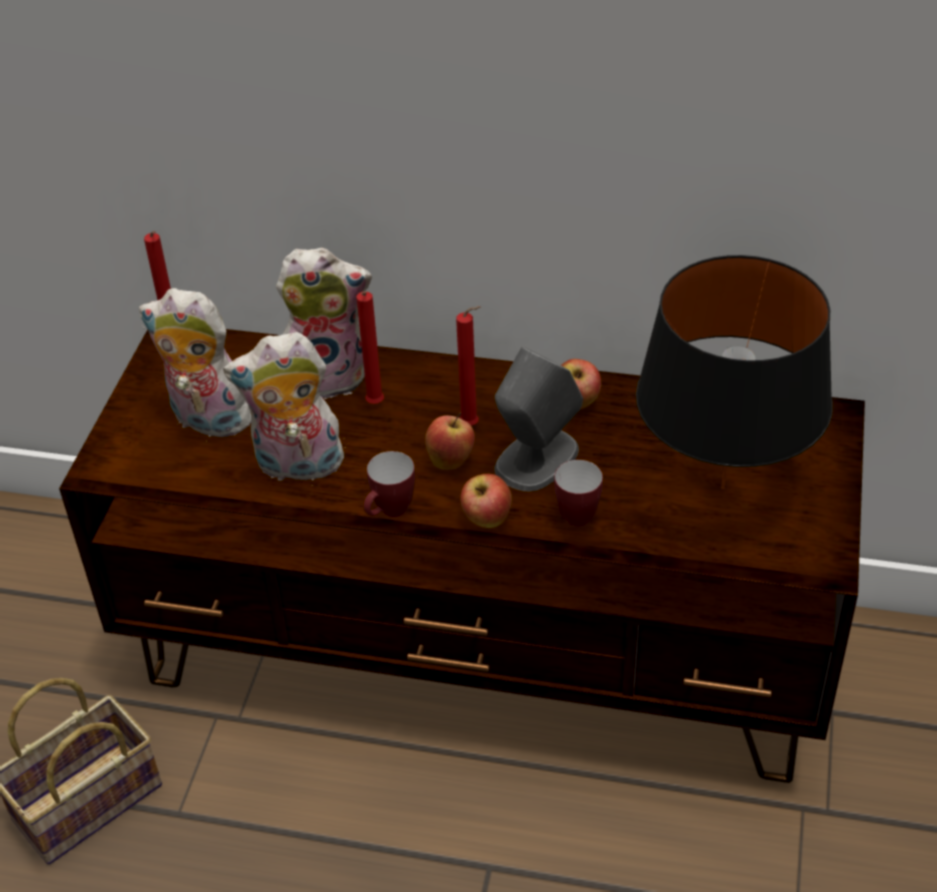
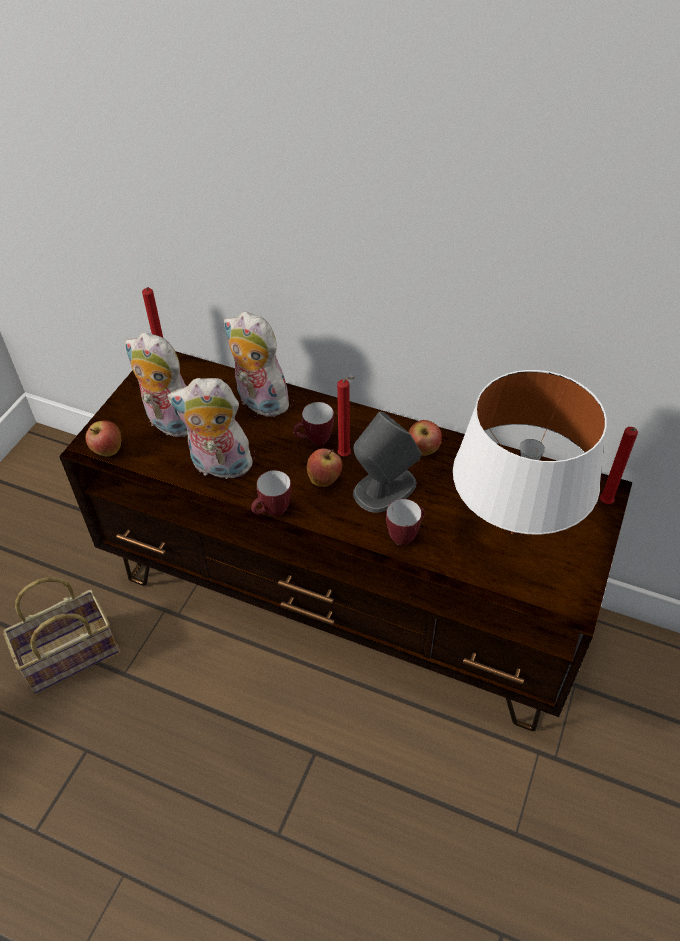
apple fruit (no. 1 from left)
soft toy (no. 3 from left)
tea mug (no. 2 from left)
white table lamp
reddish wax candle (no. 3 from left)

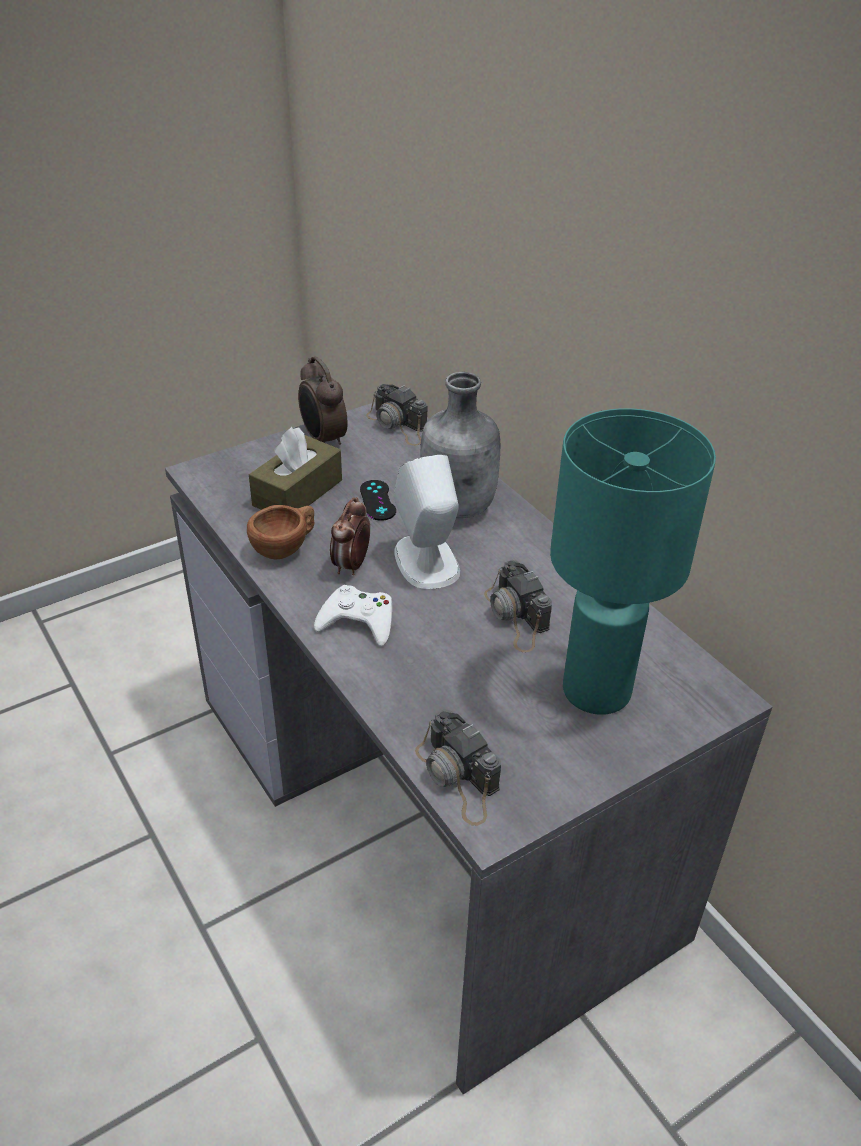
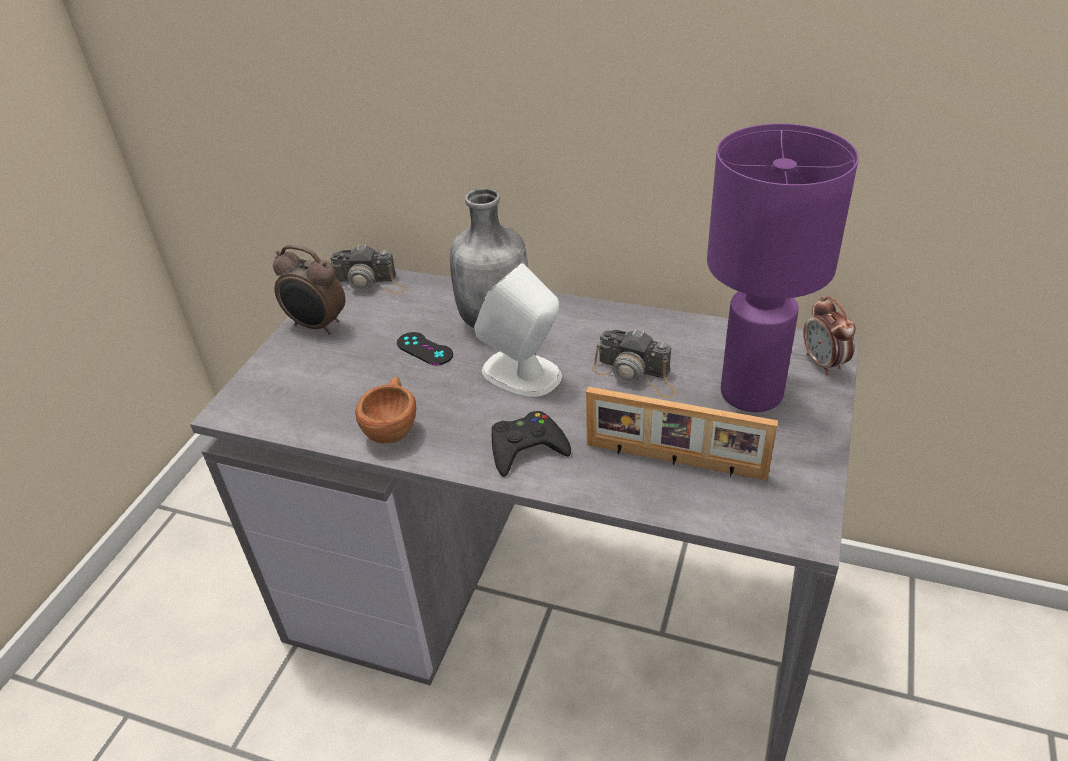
black-coloured gamepad (no. 2 from left)
picture frame
purplish table lamp
table clock (no. 2 from left)
brownish tissue box
photo camera (no. 2 from left in the first image)

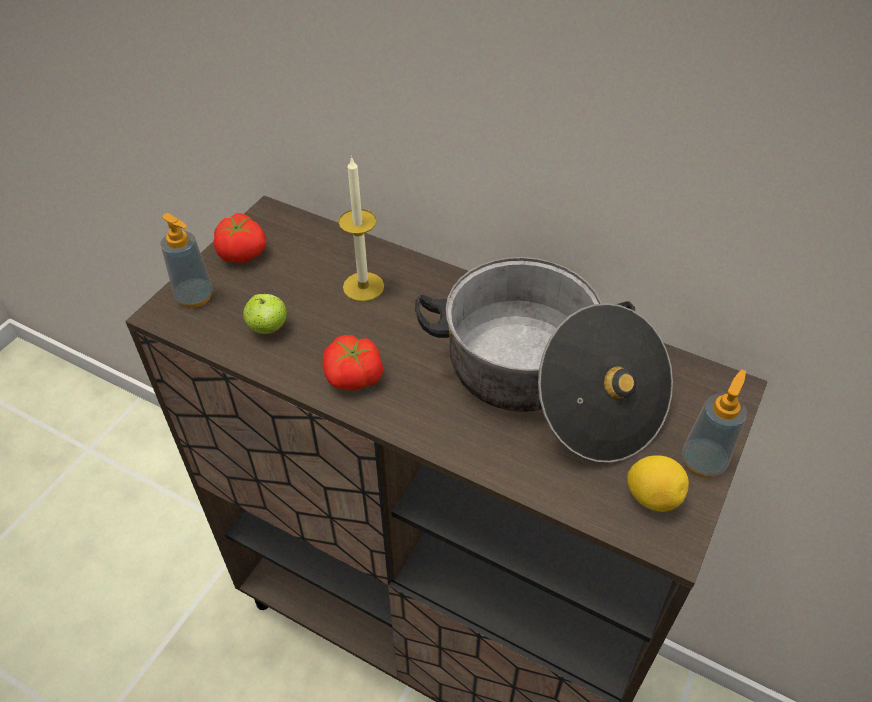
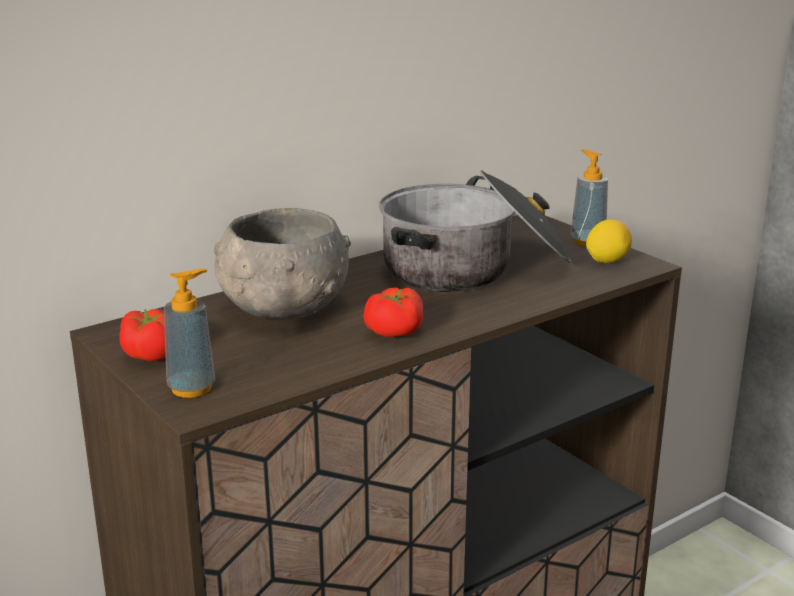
grey serving bowl
apple fruit

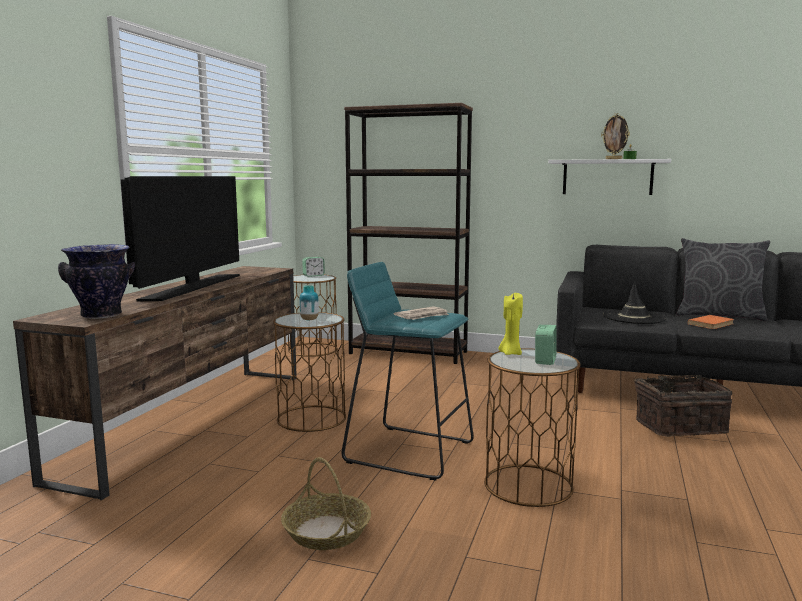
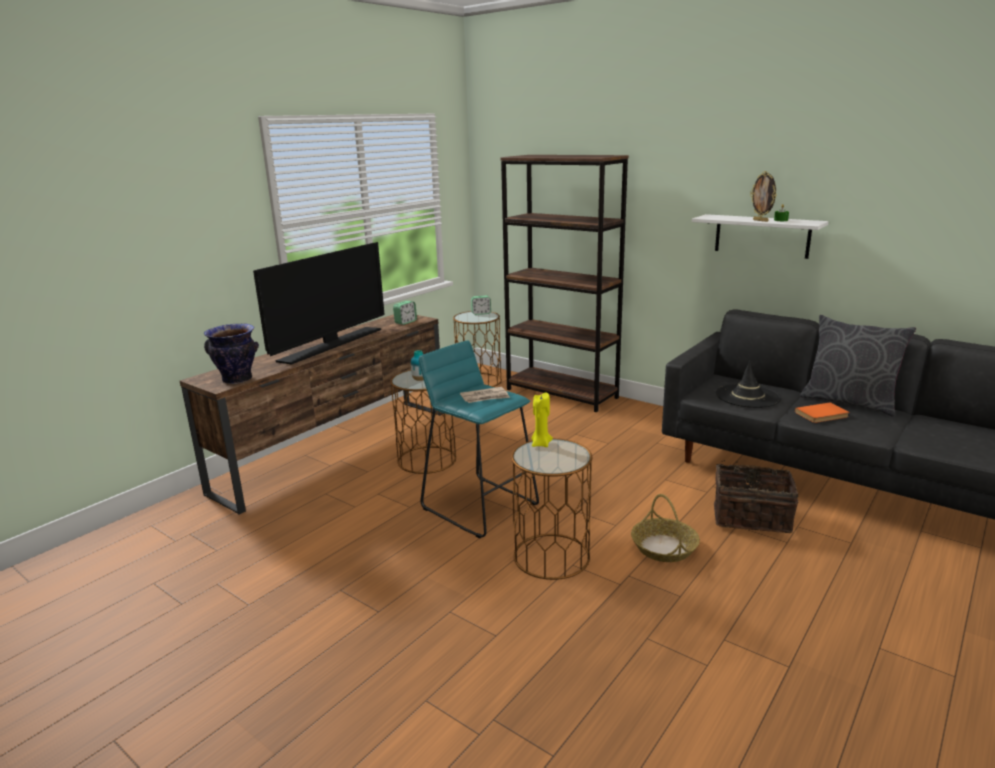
table clock (no. 1 from left)
household basket (no. 1 from left)

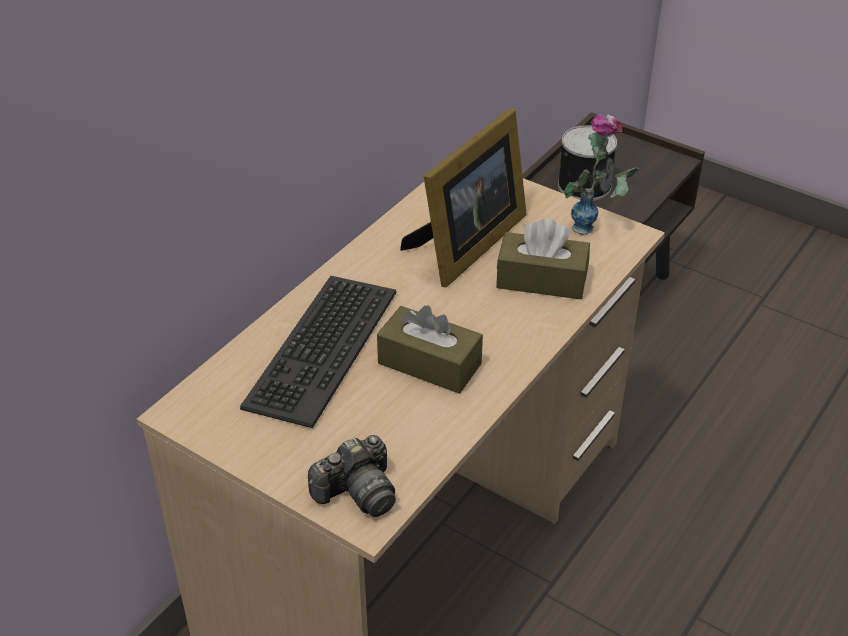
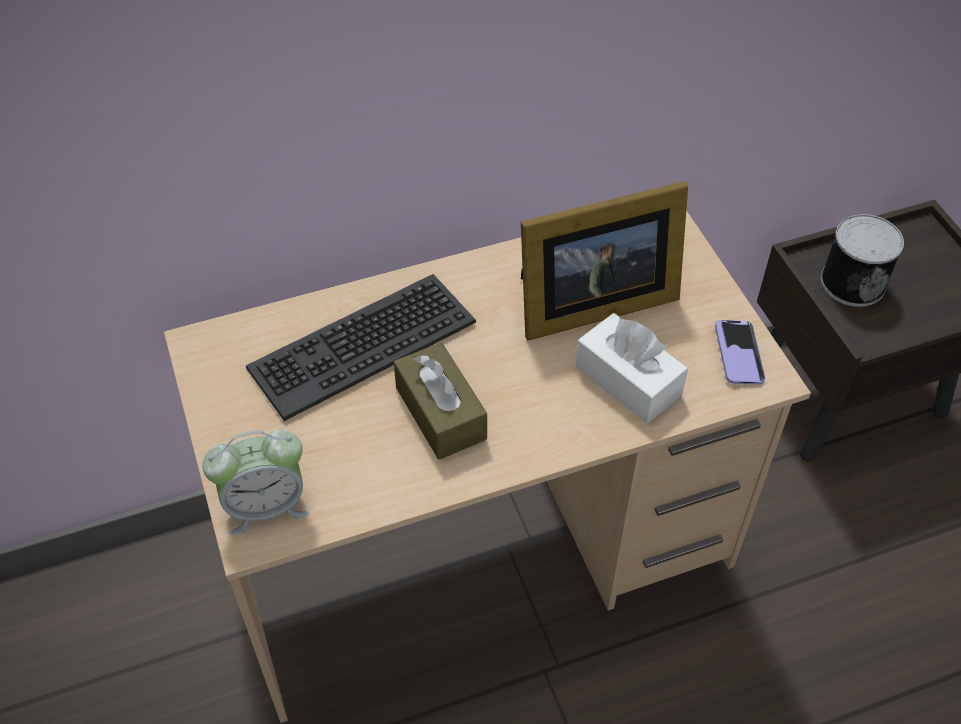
table clock
white tissue box
telephone

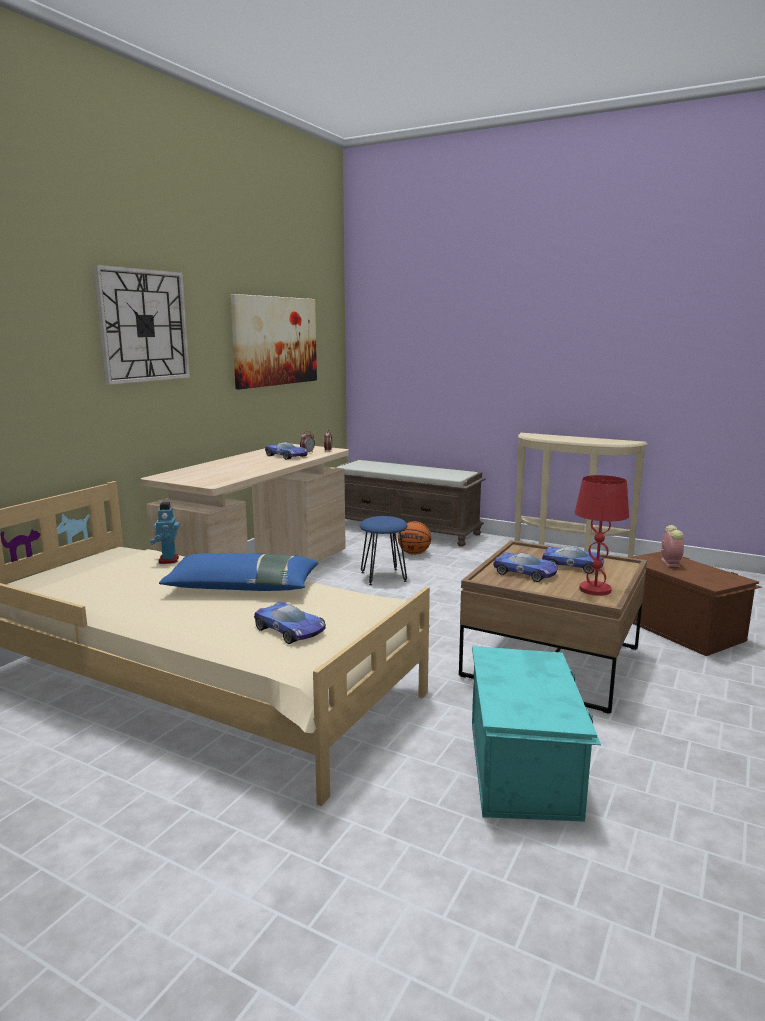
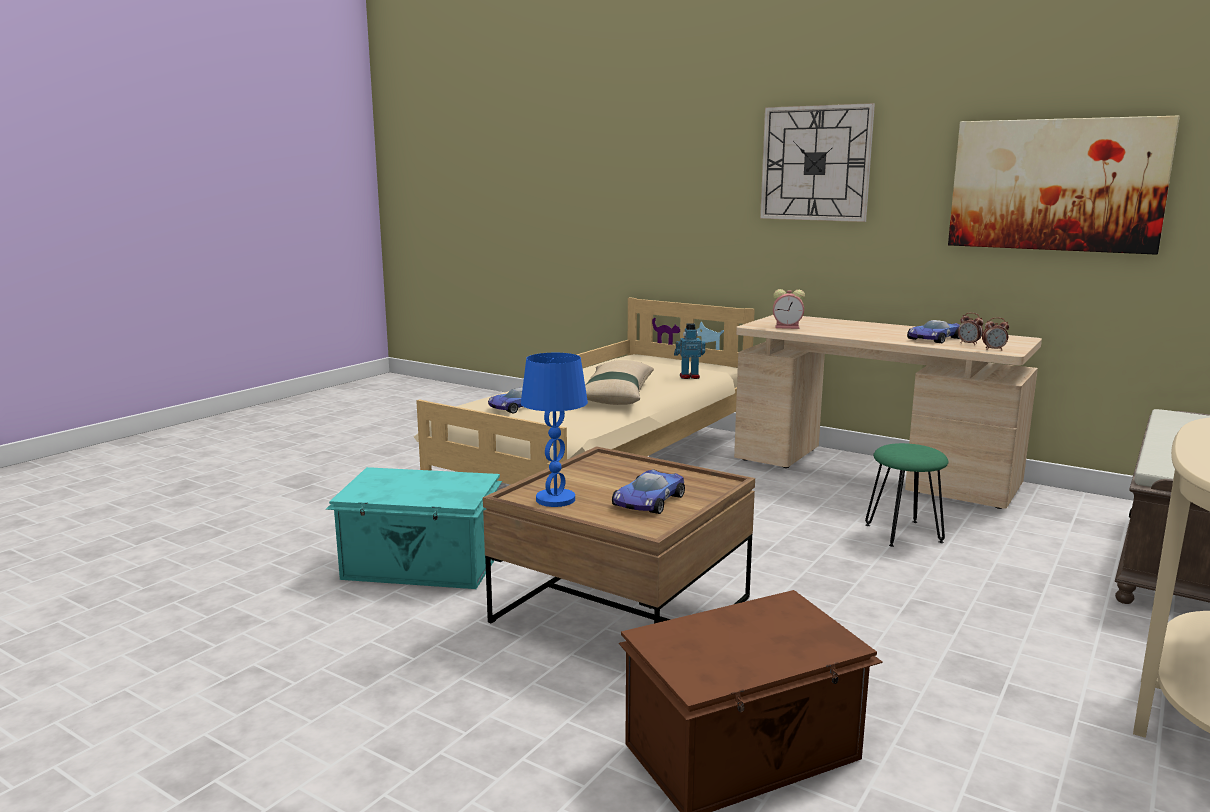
blue table lamp
beige-coloured pillow
table clock (no. 1 from left)
greenish stool seat
ball for basketball
model car (no. 3 from left in the first image)

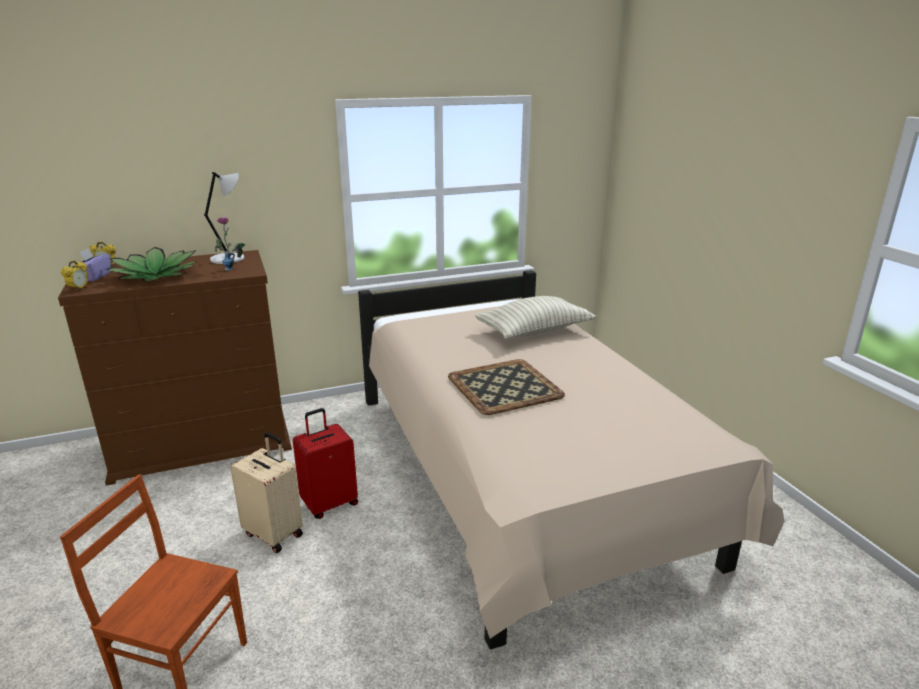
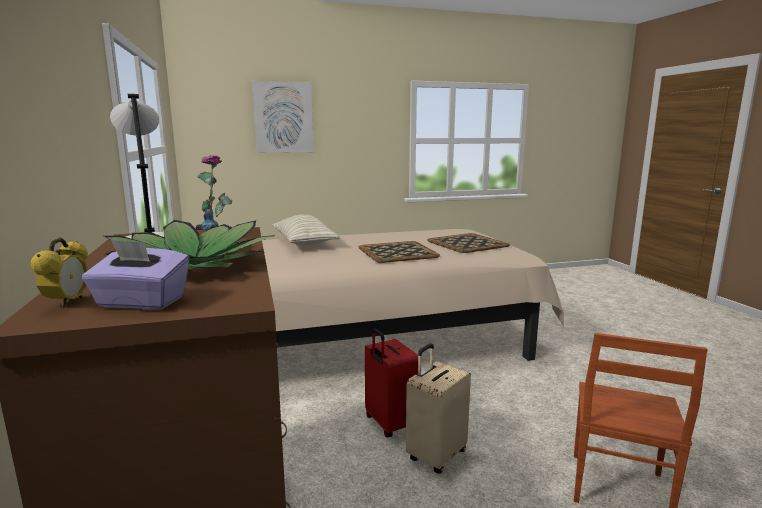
picture
carrying tray (no. 2 from left)
table clock (no. 1 from left in the first image)

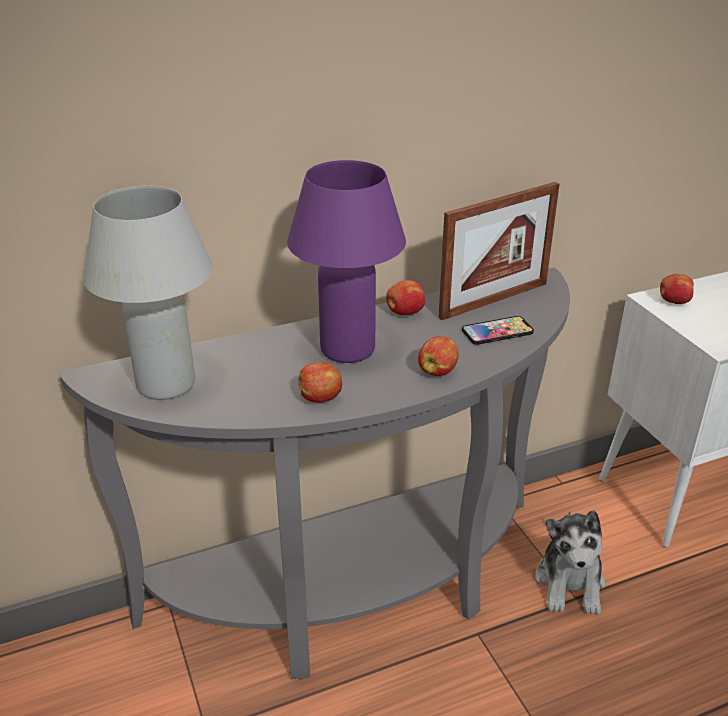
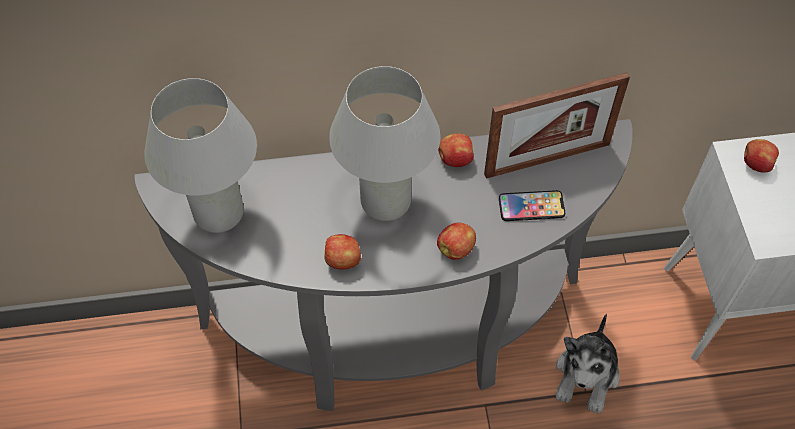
white table lamp (no. 2 from left)

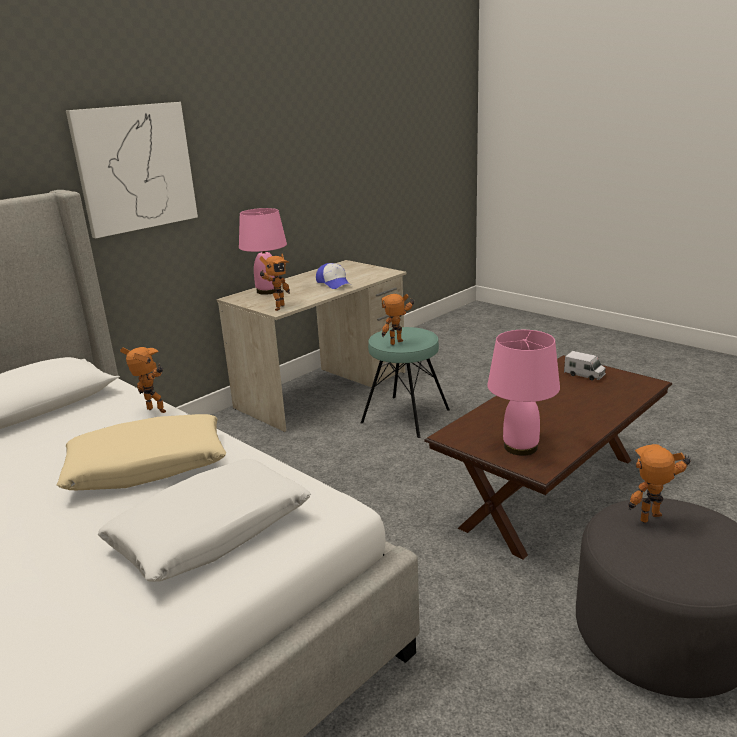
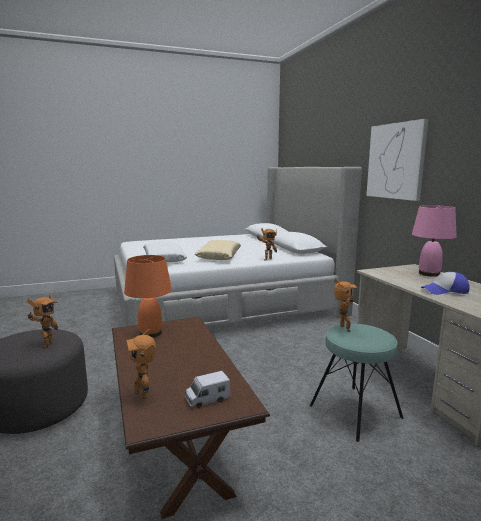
orange-coloured table lamp
robot figure (no. 2 from left)

